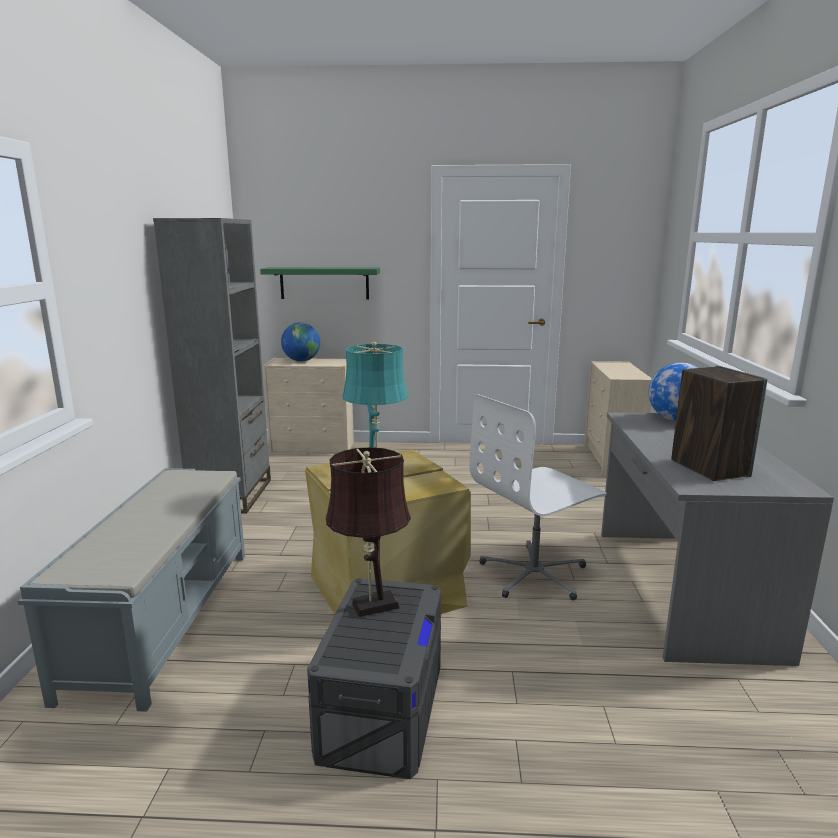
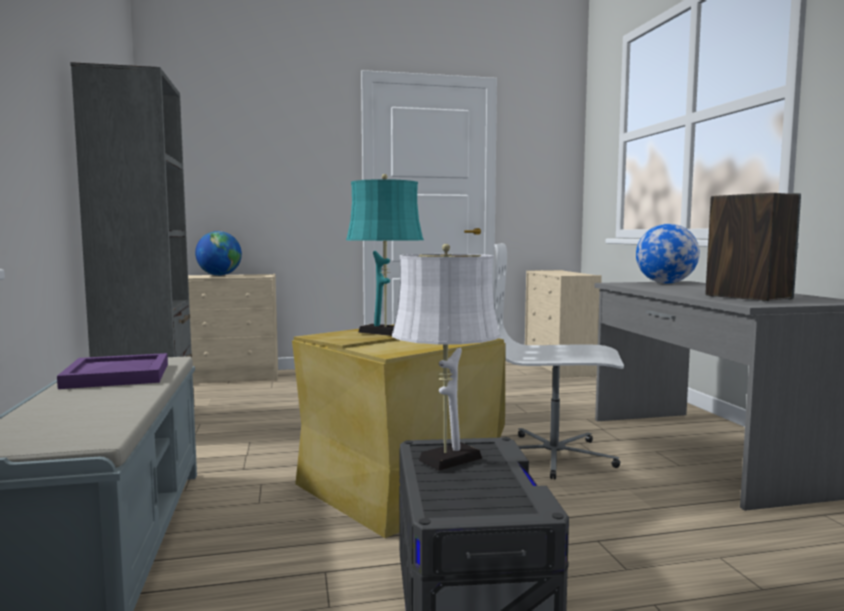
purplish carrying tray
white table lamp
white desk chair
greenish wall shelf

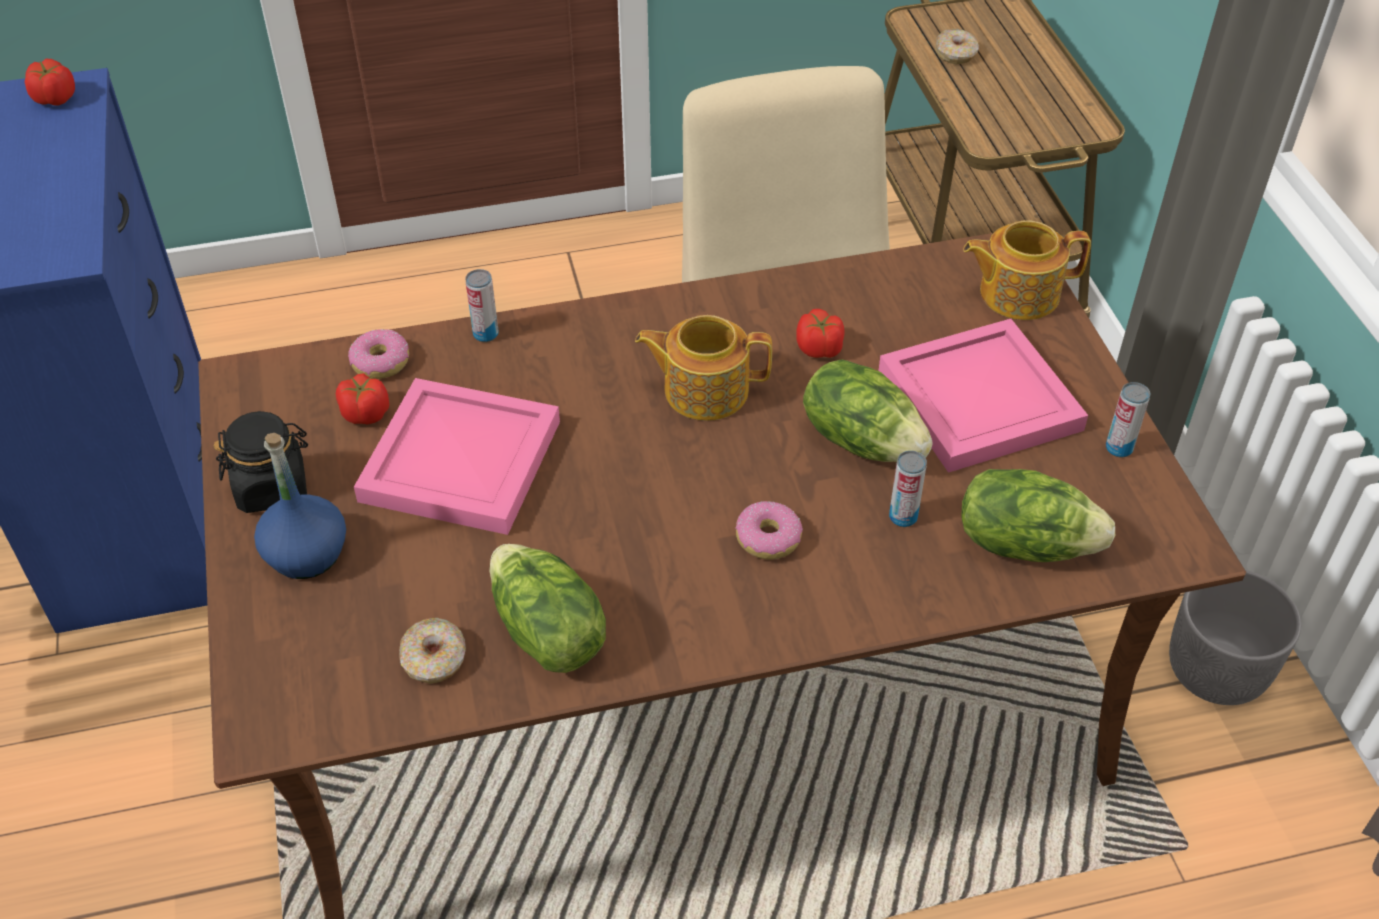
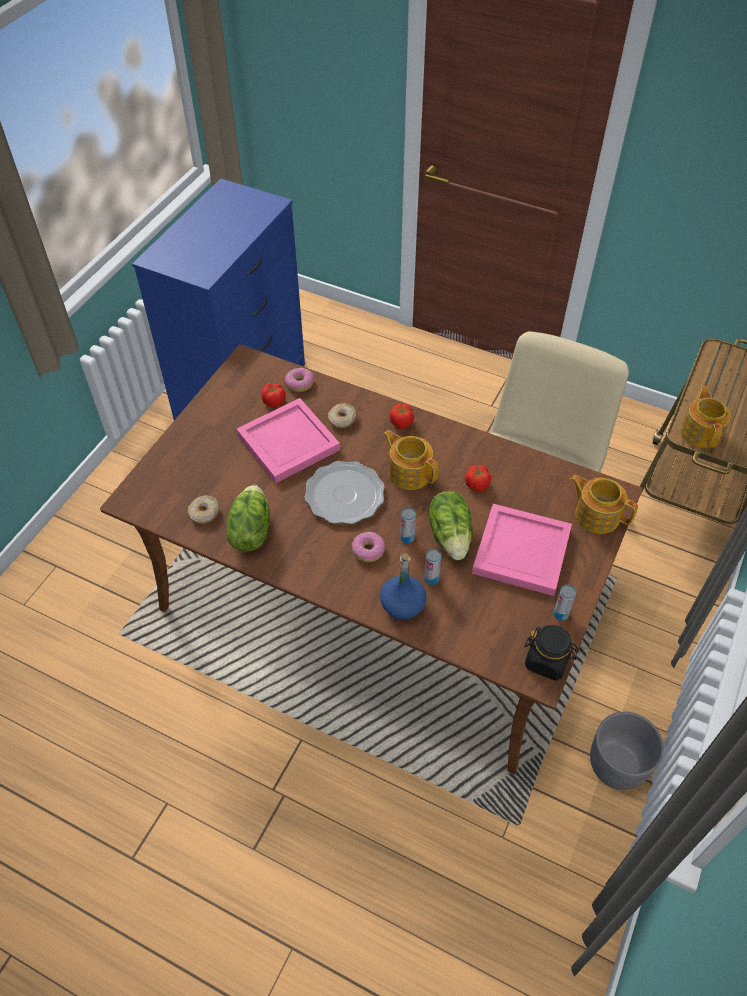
flat dish
ring doughnut (no. 3 from left)
blue bottle
fresh tomato (no. 2 from left)
can (no. 1 from left)
black-coloured preserve jar
tea pot (no. 3 from left)
lettuce head (no. 3 from left in the first image)

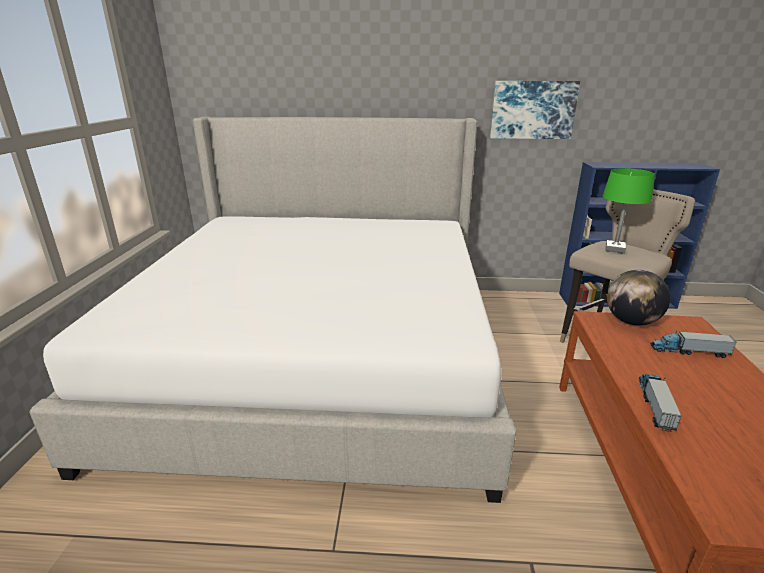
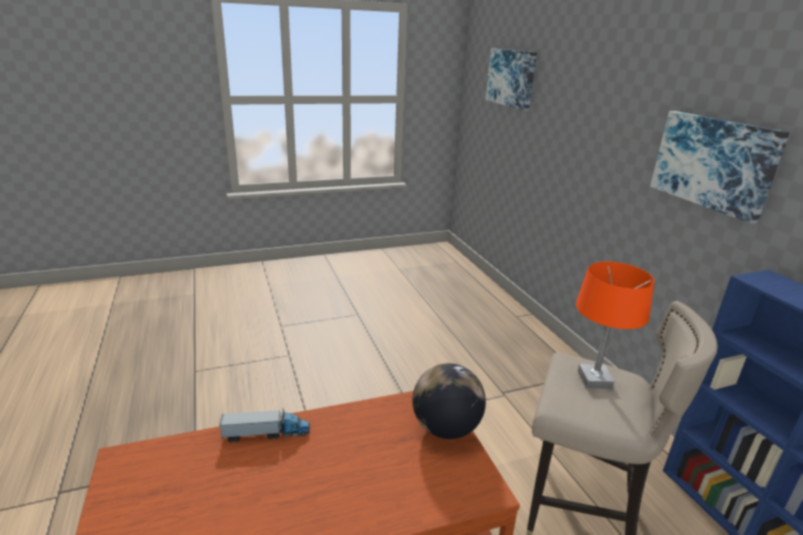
picture (no. 1 from left)
orange-coloured table lamp
sleeping bed
toy truck (no. 2 from left in the first image)

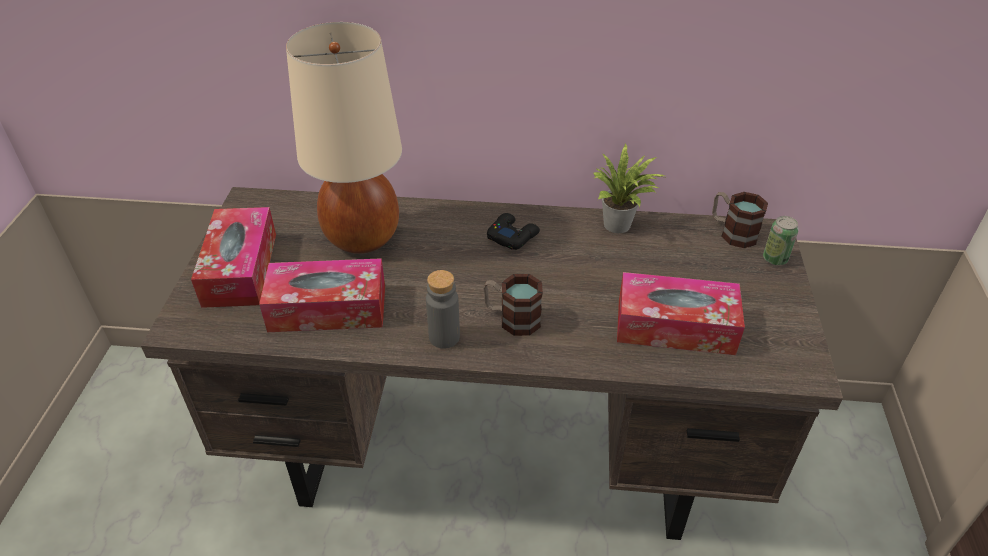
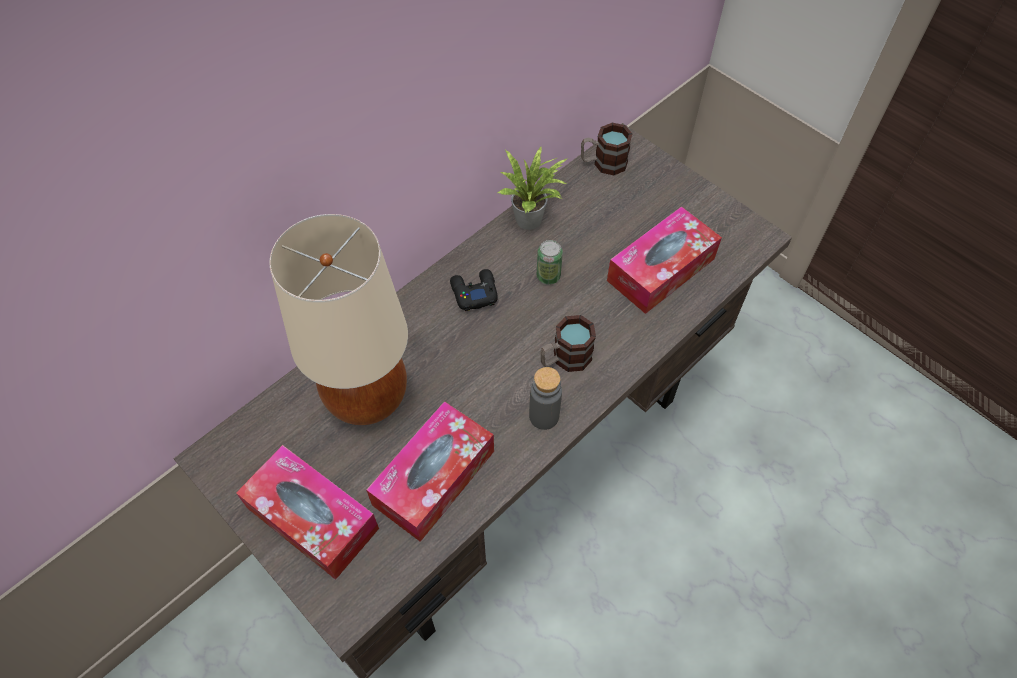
can

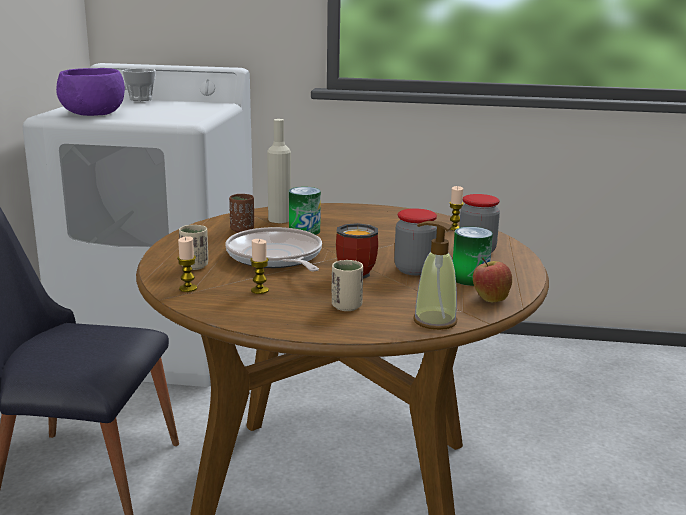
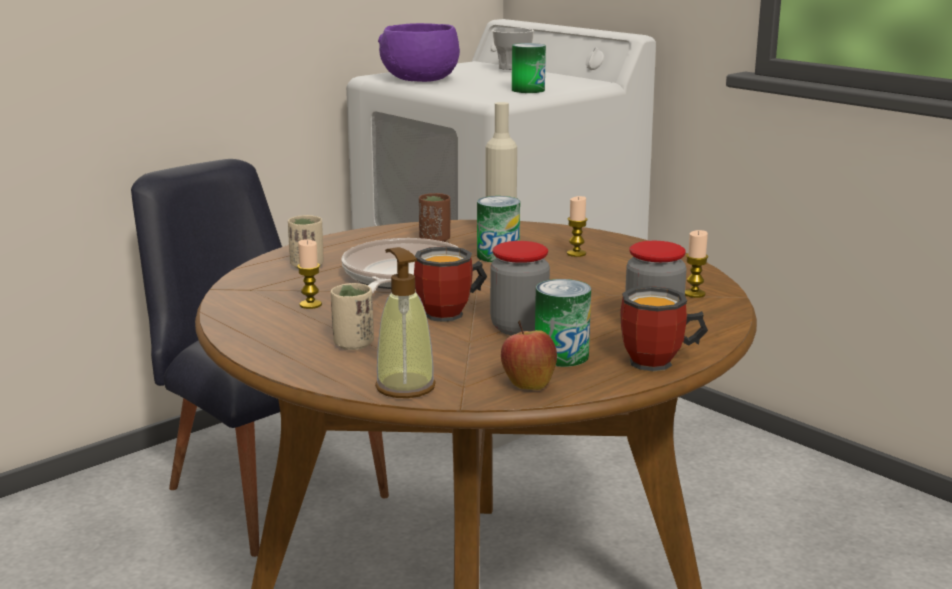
can (no. 2 from left)
wax candle (no. 2 from left)
tea mug (no. 2 from left)

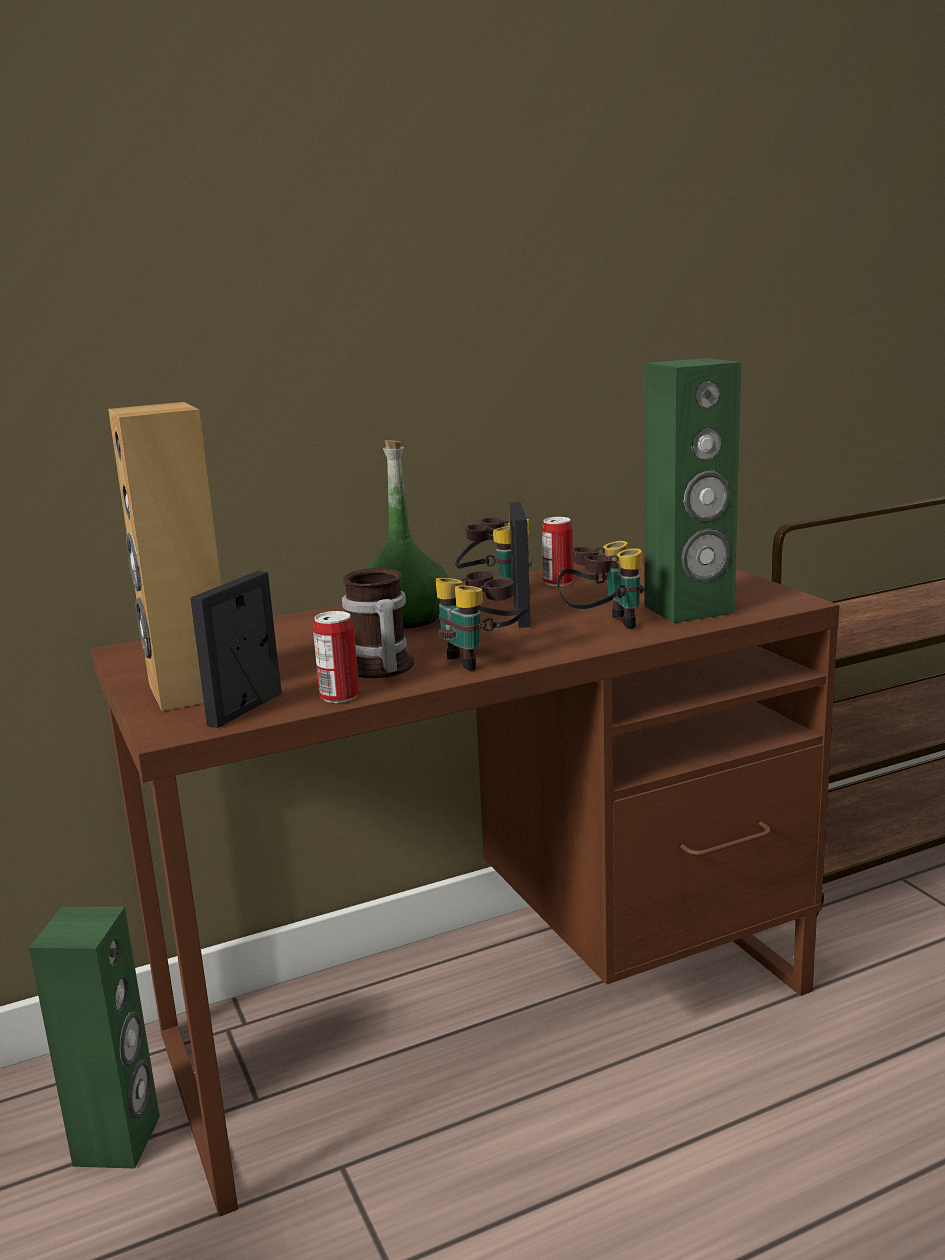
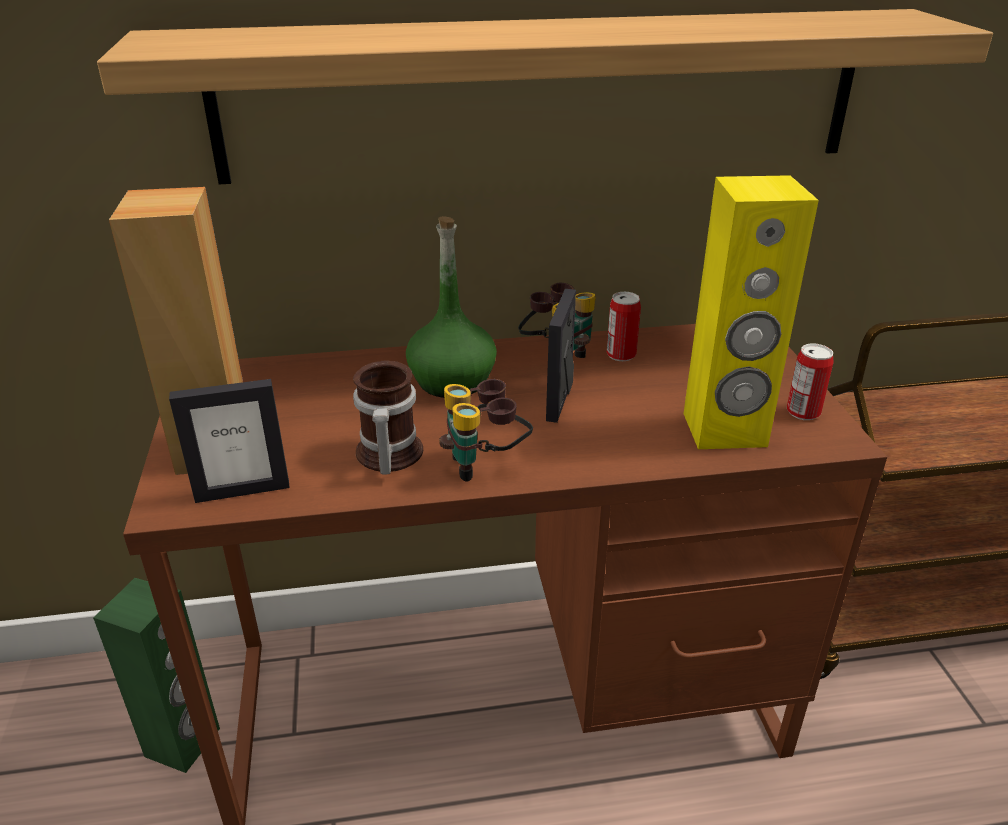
wall shelf
picture frame (no. 1 from left)
yellow loudspeaker
can (no. 2 from left)
pair of binoculars (no. 3 from left in the first image)

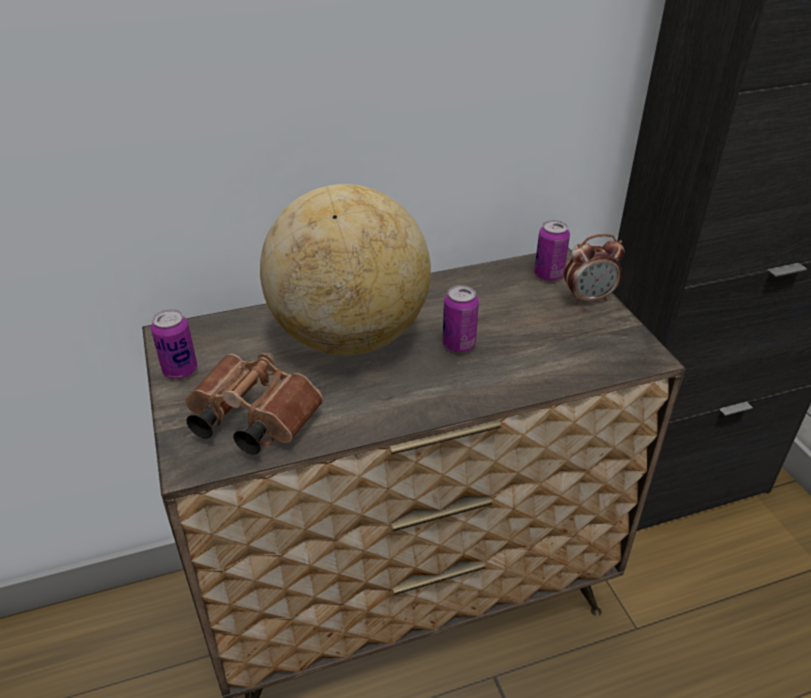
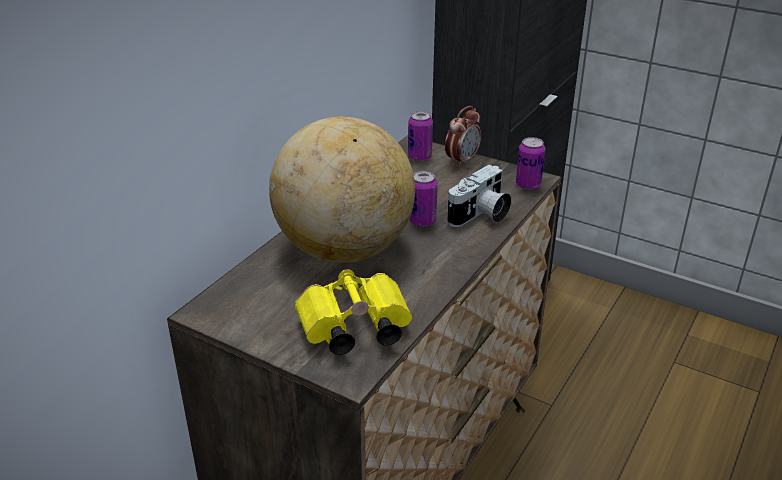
yellow pair of binoculars
photo camera
can (no. 3 from left)

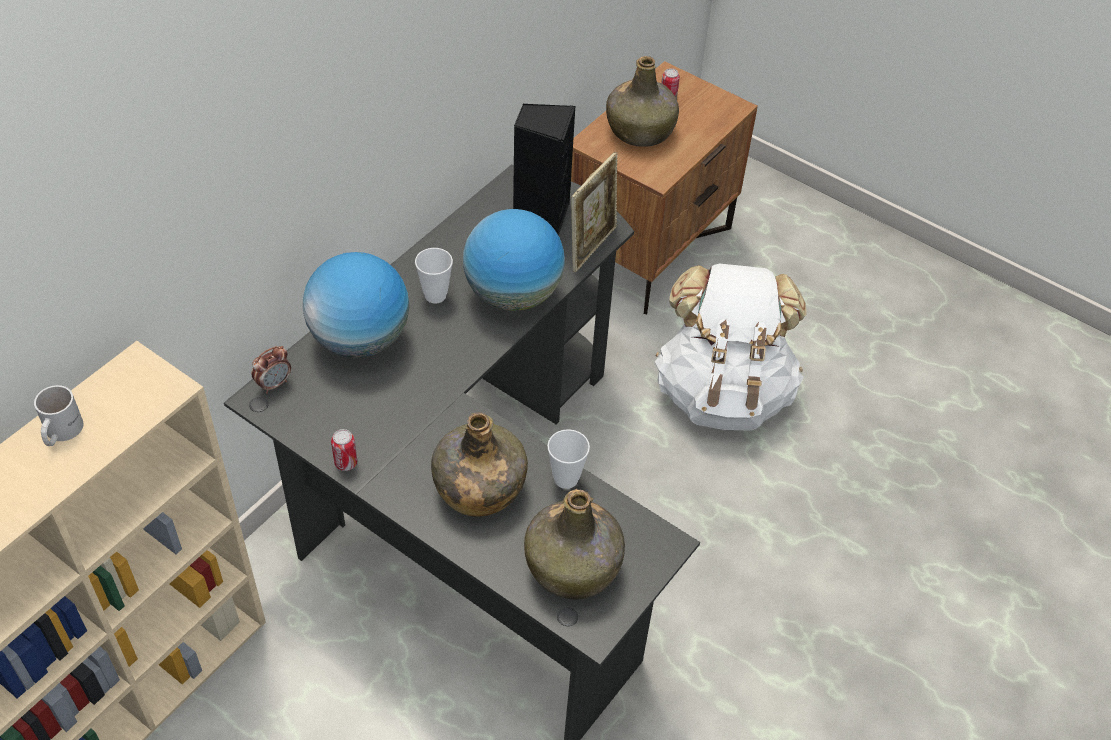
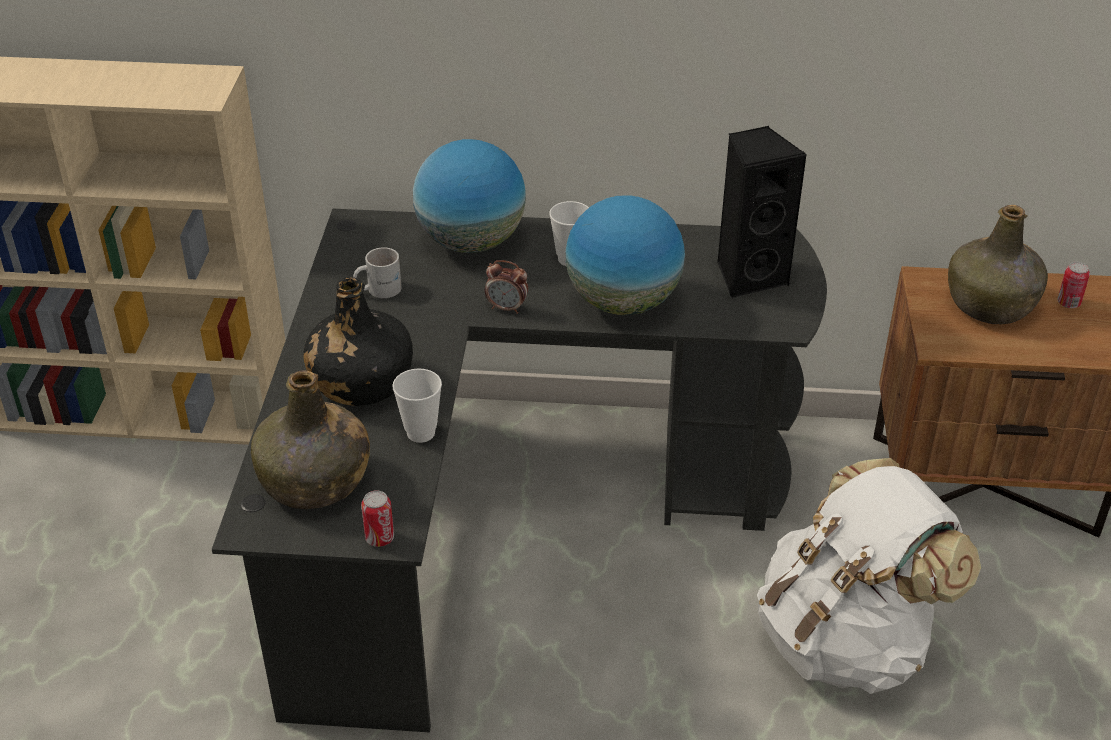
black-coloured bottle
white tea mug
can (no. 1 from left)
table clock
picture frame

